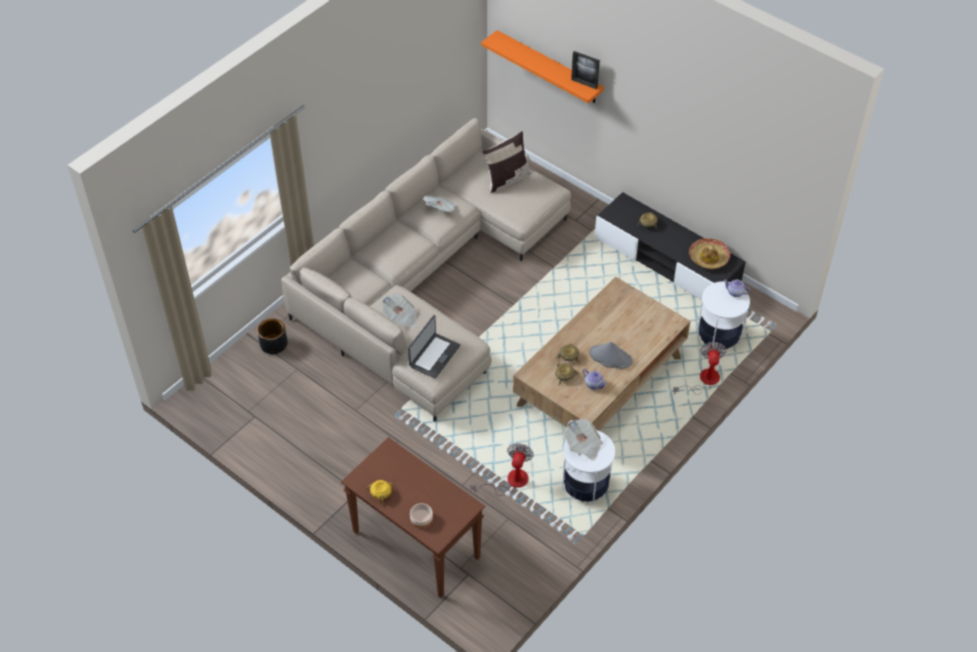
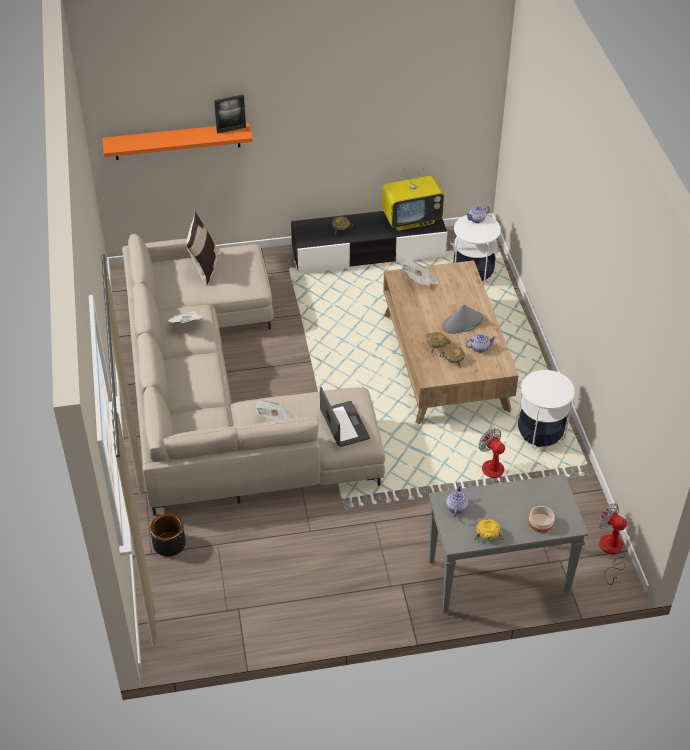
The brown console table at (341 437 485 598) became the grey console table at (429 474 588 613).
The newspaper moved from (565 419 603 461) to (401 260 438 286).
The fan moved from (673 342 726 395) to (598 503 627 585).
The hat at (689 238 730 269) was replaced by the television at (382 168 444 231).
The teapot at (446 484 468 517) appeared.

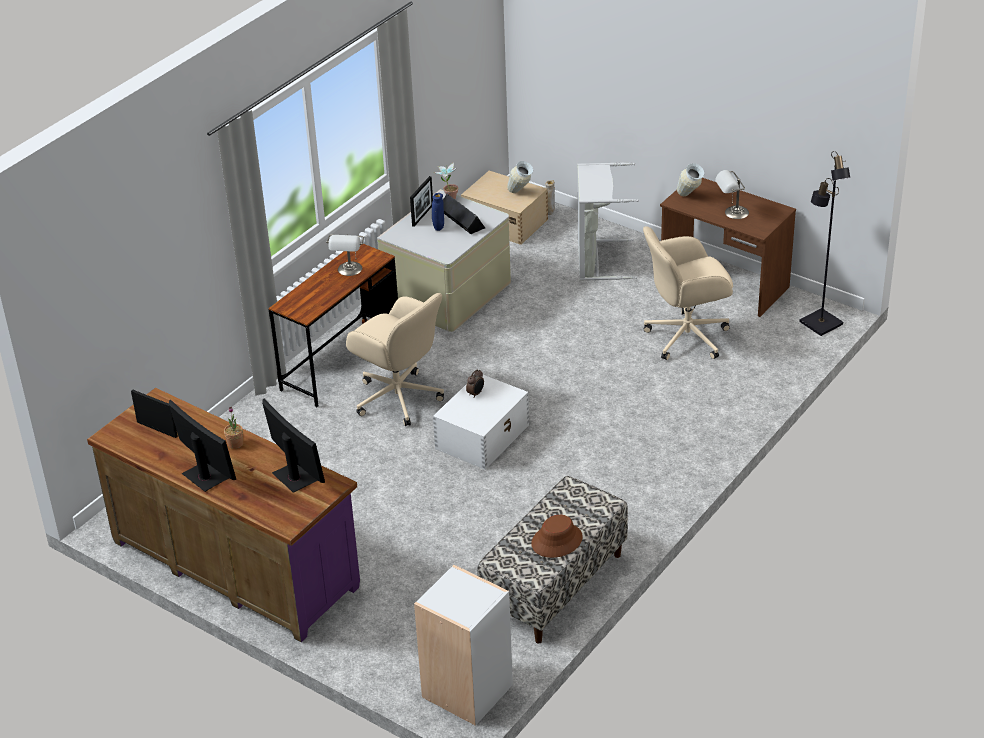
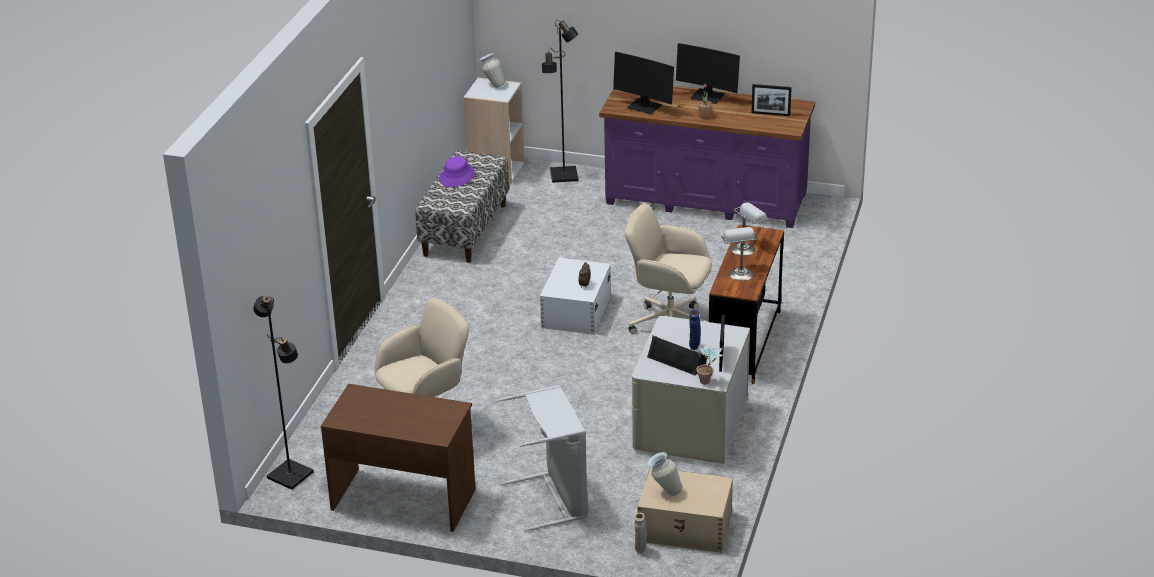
The brown hat at (531 515 583 558) became the purple hat at (439 156 475 187).
The vase moved from (677 163 704 196) to (479 53 505 88).
The white table lamp moved from (715 170 749 219) to (731 202 768 256).
The black floor lamp at (542 20 579 183) appeared.

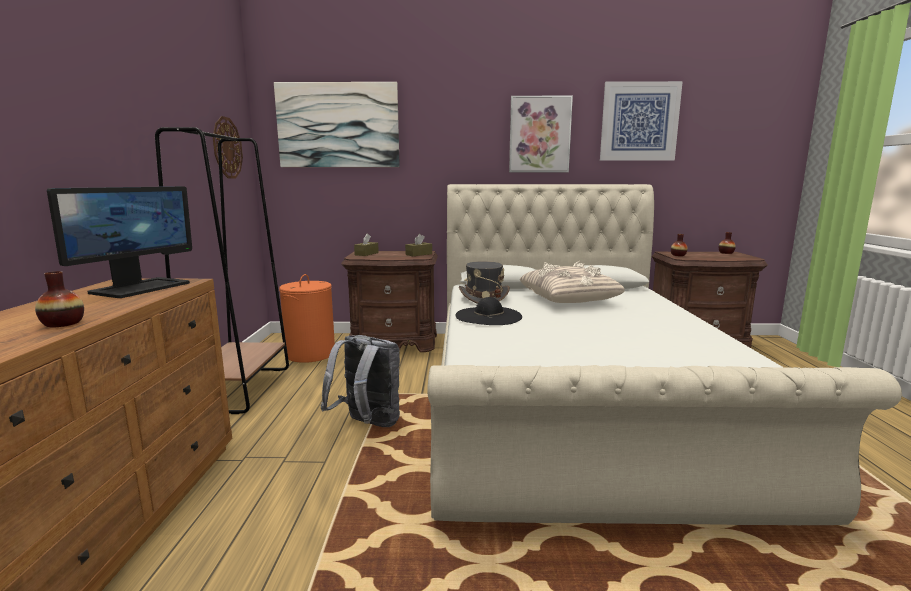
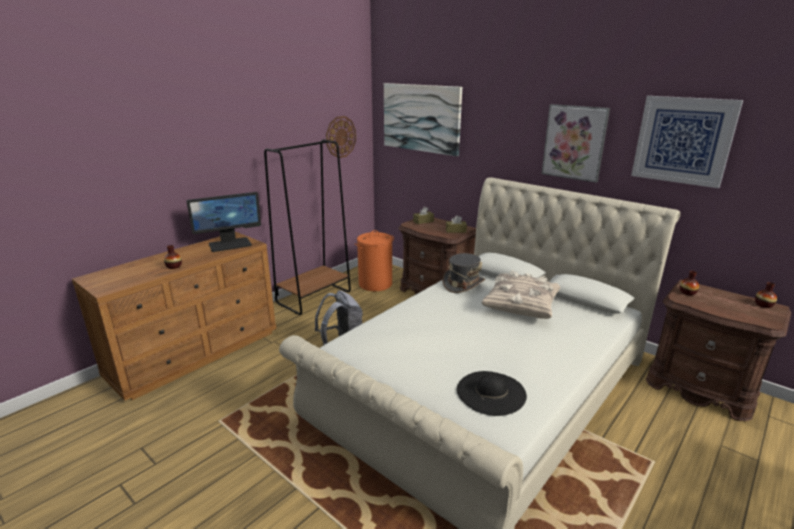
The black hat moved from (456 297 522 325) to (457 371 527 416).

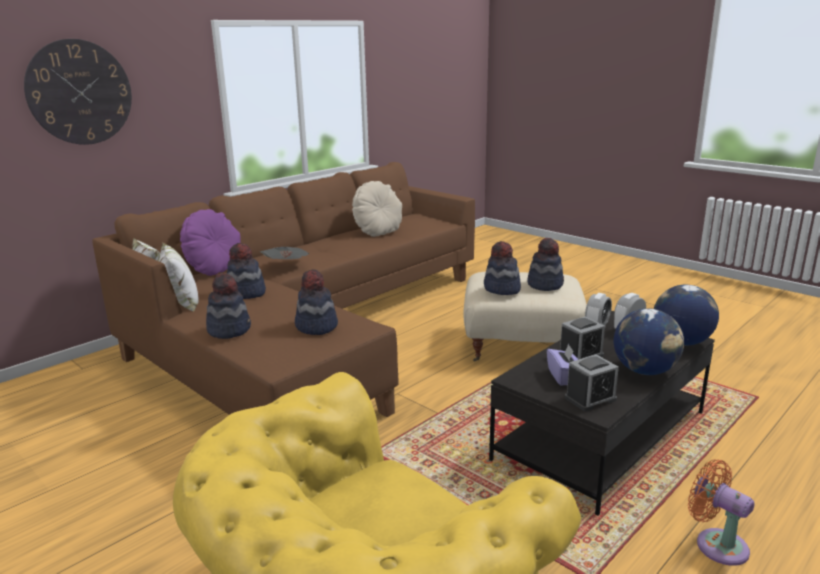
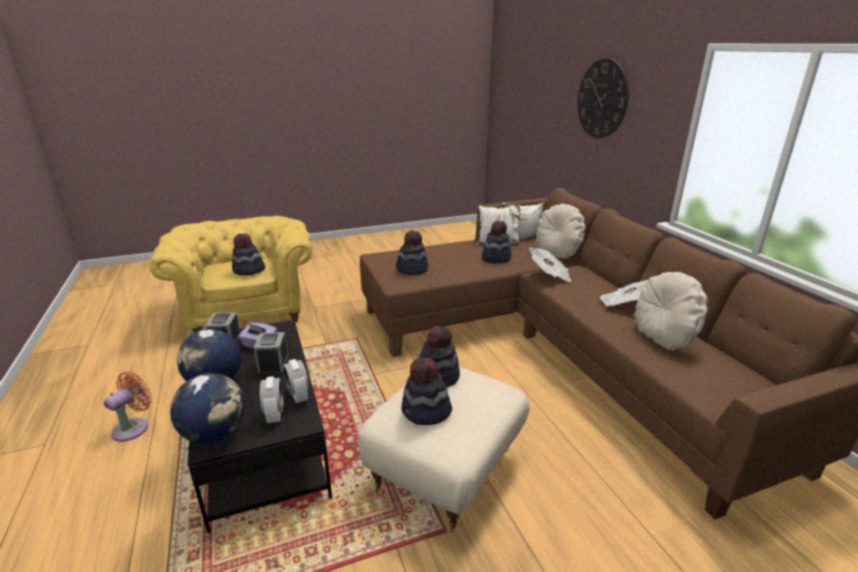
The purple pillow at (180 209 241 276) became the beige pillow at (536 204 585 259).
The hat moved from (206 273 251 339) to (232 233 265 276).
The orange fan at (688 459 755 566) turned 45 degrees counterclockwise.
The newspaper at (600 280 648 307) appeared.

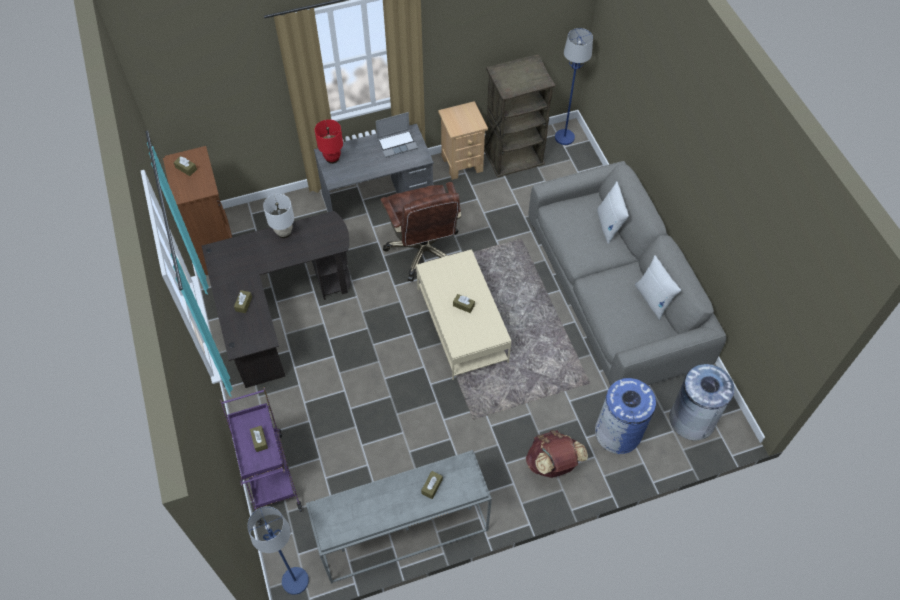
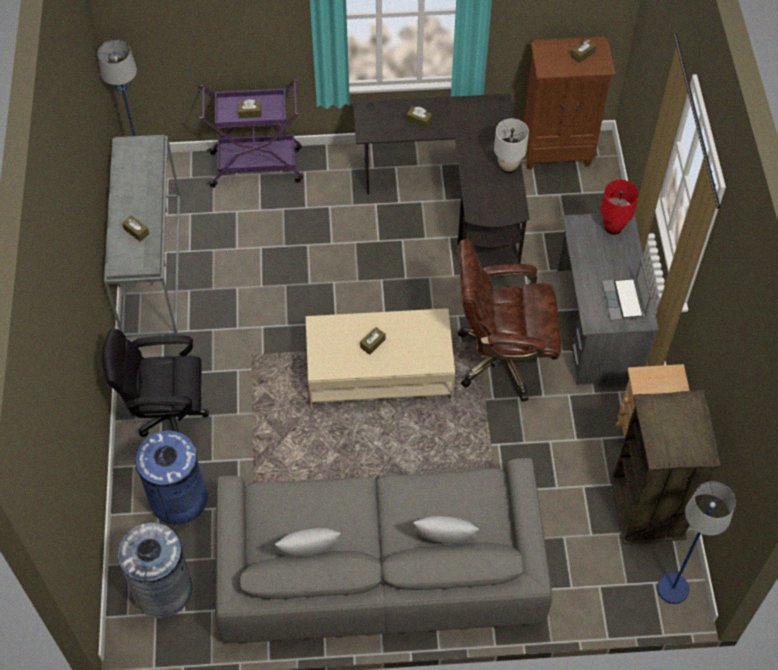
The brown backpack at (526 430 588 478) was replaced by the black office chair at (102 328 209 437).

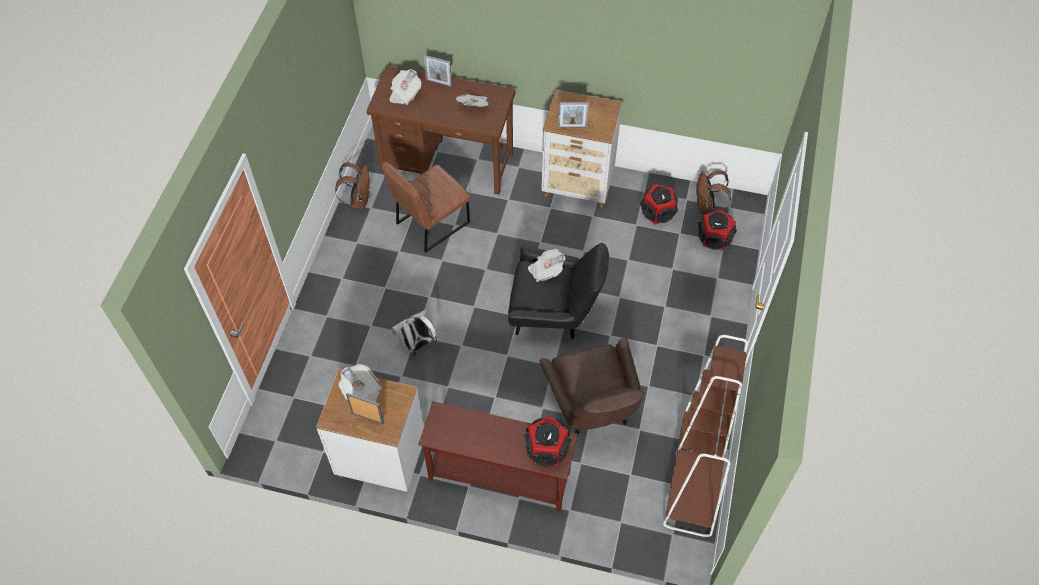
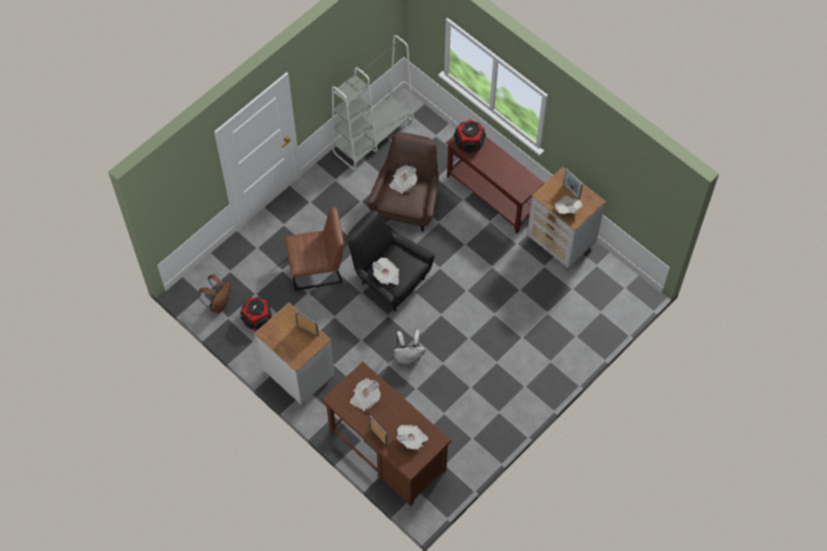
The brown backpack at (335 162 370 209) disappeared.
The brown chair moved from (381 162 470 253) to (285 207 344 291).
The white backpack moved from (392 309 437 357) to (394 330 425 364).
The brown clothes rack at (663 335 748 537) became the grey clothes rack at (332 35 414 170).
The speaker at (698 209 737 251) disappeared.
The newspaper at (390 165 417 194) appeared.

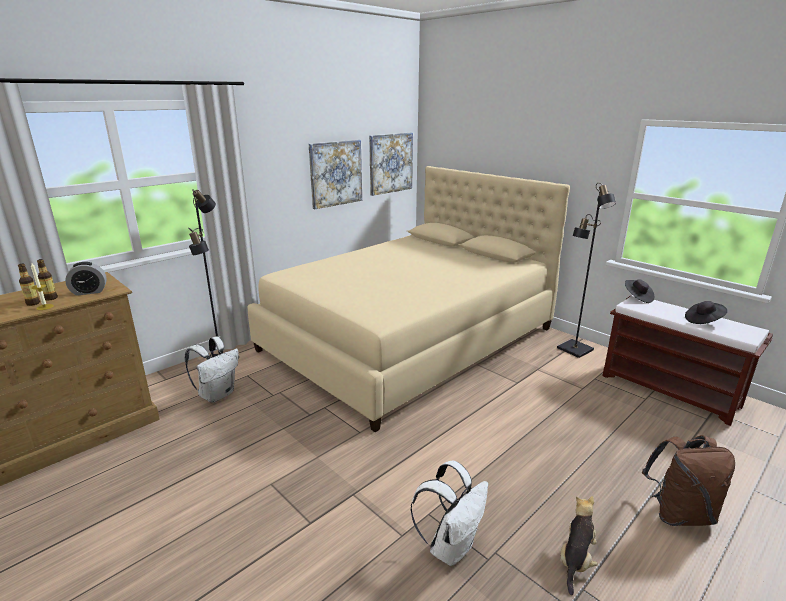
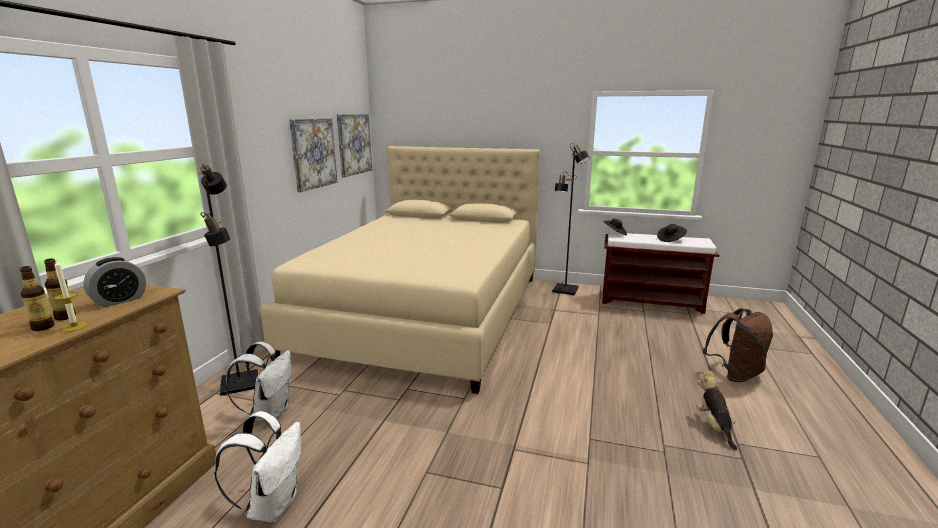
The white backpack moved from (411 460 488 566) to (214 411 301 522).

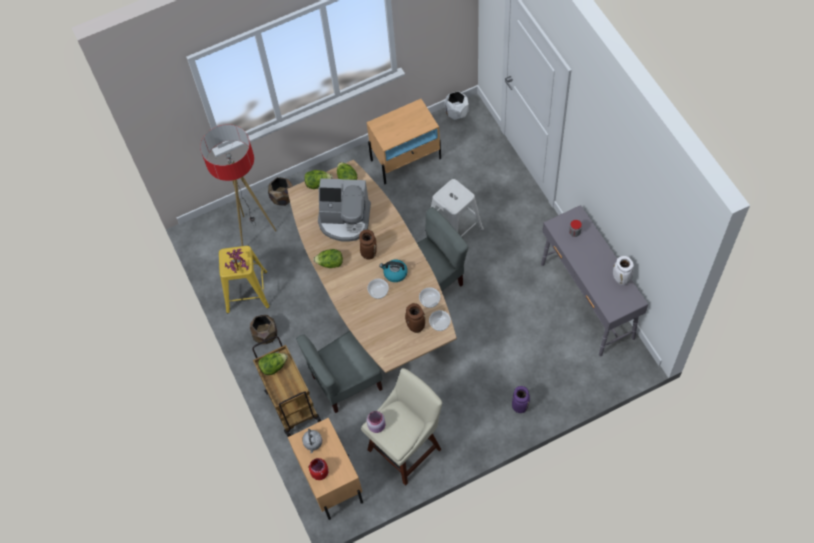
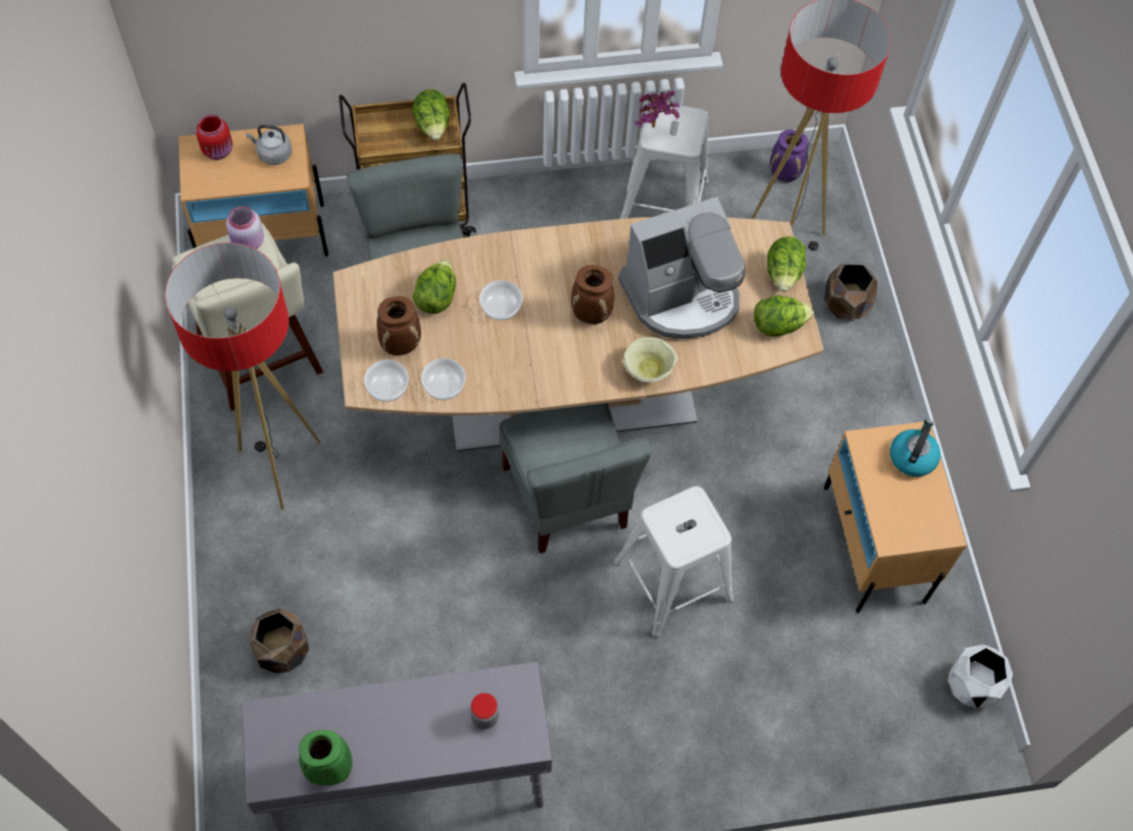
The yellow stool at (219 246 270 313) became the white stool at (620 102 709 219).
The brown planter moved from (250 315 277 344) to (248 609 309 673).
The lettuce moved from (313 249 343 268) to (413 259 456 314).
The coffee machine at (318 178 371 242) turned 135 degrees counterclockwise.
The kettle moved from (379 260 408 282) to (890 419 941 477).
The purple vase moved from (512 386 530 413) to (770 129 808 182).
The white vase at (613 256 634 285) became the green vase at (299 730 352 786).
The floor lamp at (165 243 321 509) appeared.
The beige bowl at (623 337 678 383) appeared.

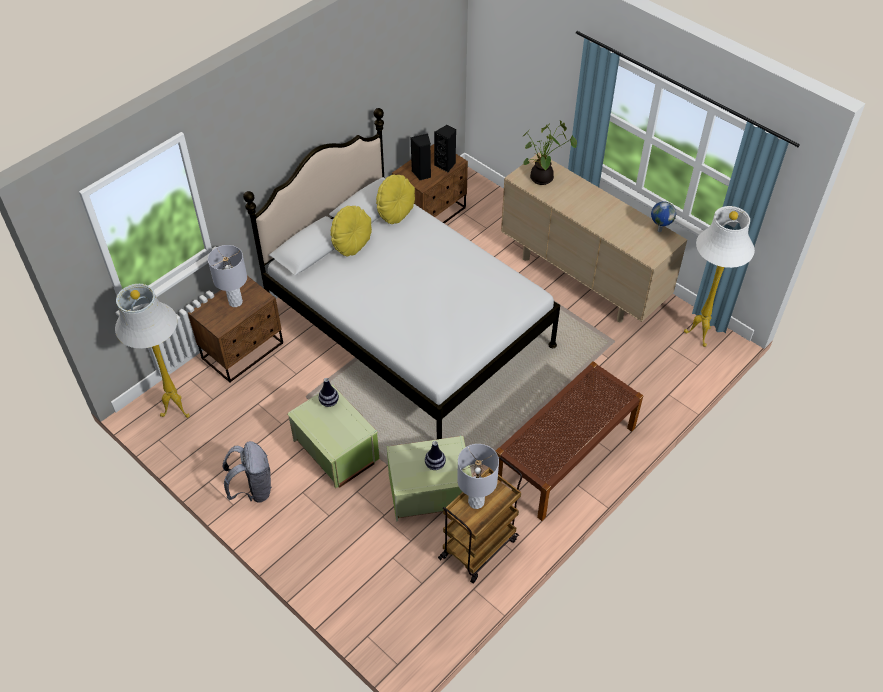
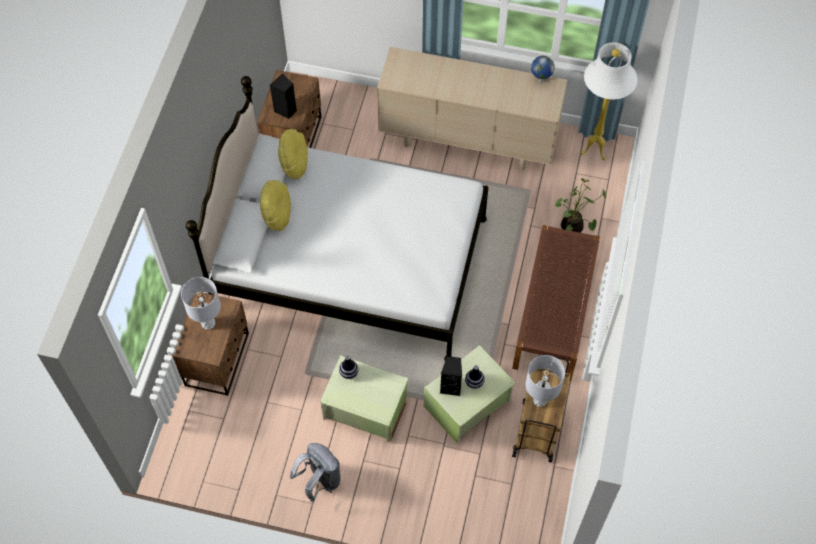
The white floor lamp at (115 284 190 418) disappeared.
The black speaker moved from (434 125 456 172) to (440 356 462 396).
The potted plant moved from (523 120 577 185) to (555 178 606 233).

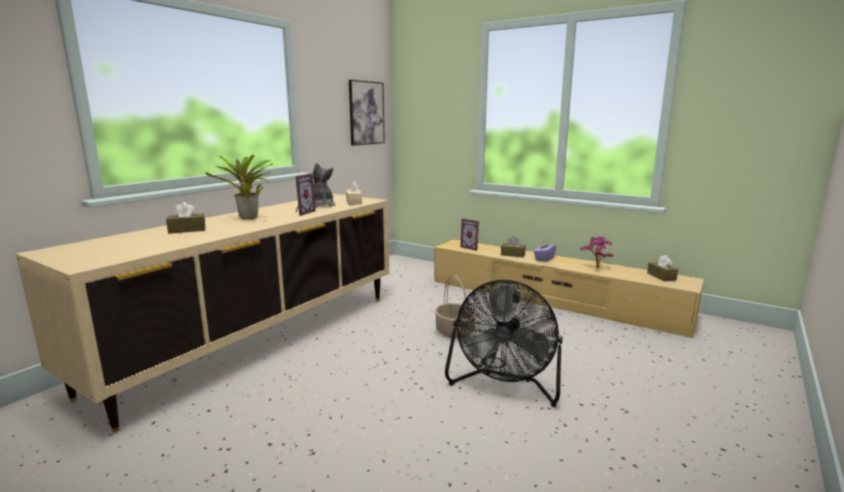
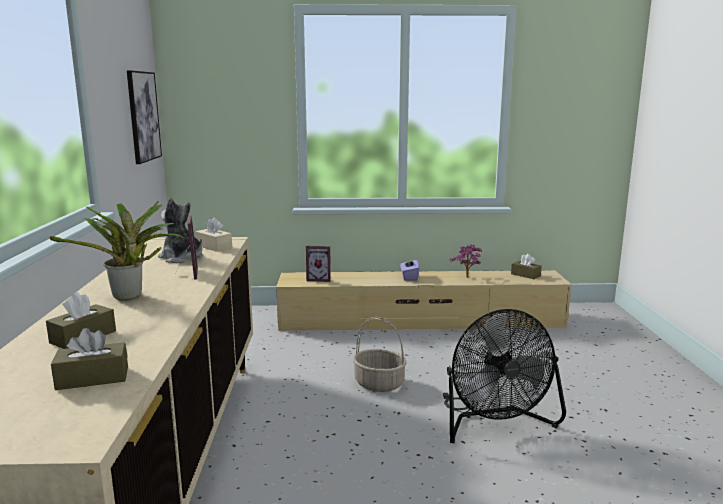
The brown tissue box moved from (501 236 526 257) to (51 328 128 390).

